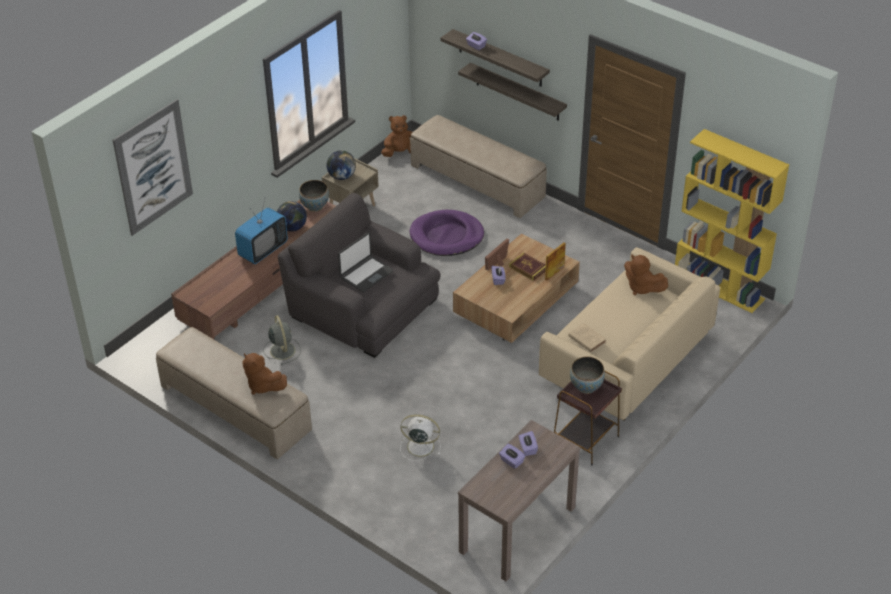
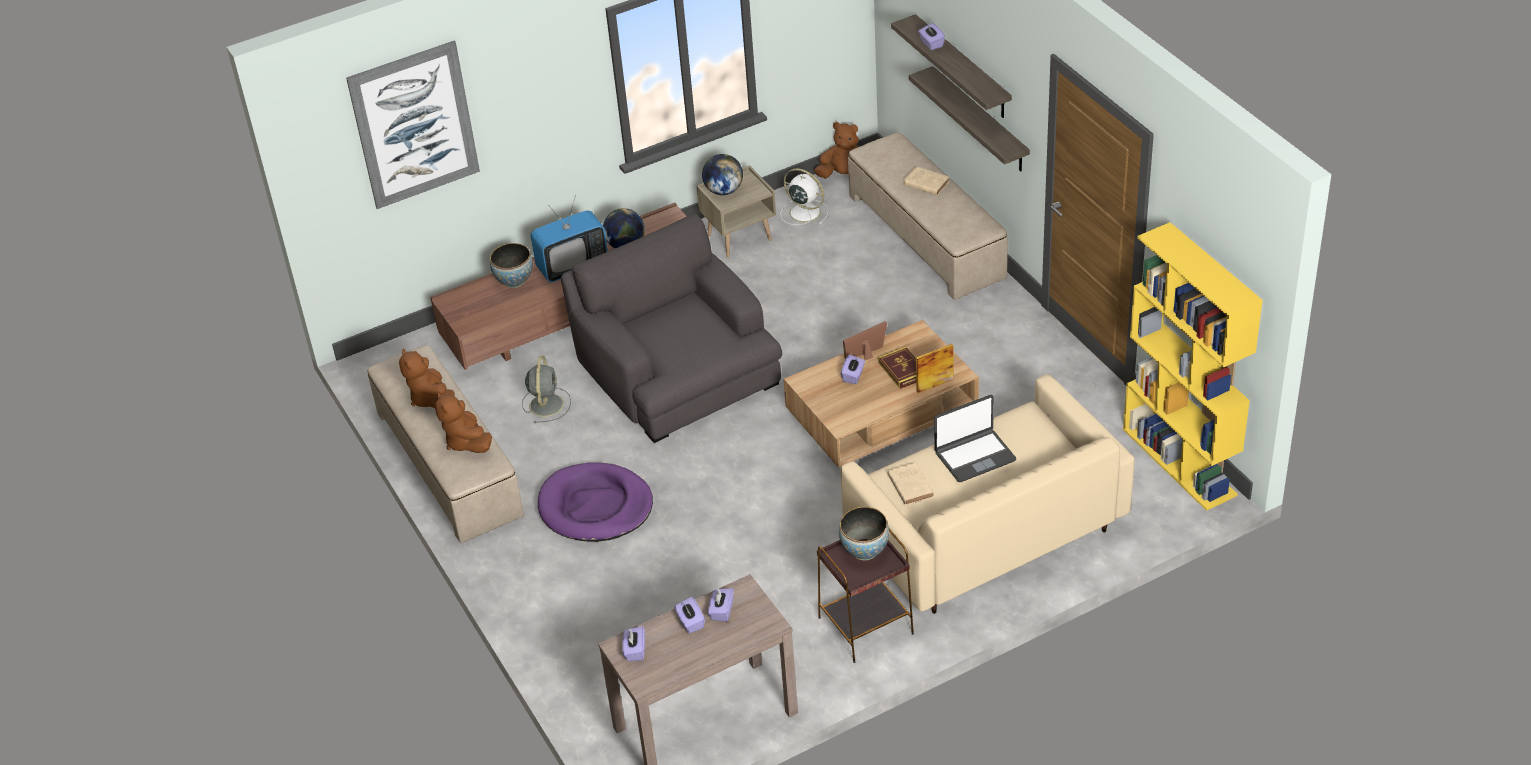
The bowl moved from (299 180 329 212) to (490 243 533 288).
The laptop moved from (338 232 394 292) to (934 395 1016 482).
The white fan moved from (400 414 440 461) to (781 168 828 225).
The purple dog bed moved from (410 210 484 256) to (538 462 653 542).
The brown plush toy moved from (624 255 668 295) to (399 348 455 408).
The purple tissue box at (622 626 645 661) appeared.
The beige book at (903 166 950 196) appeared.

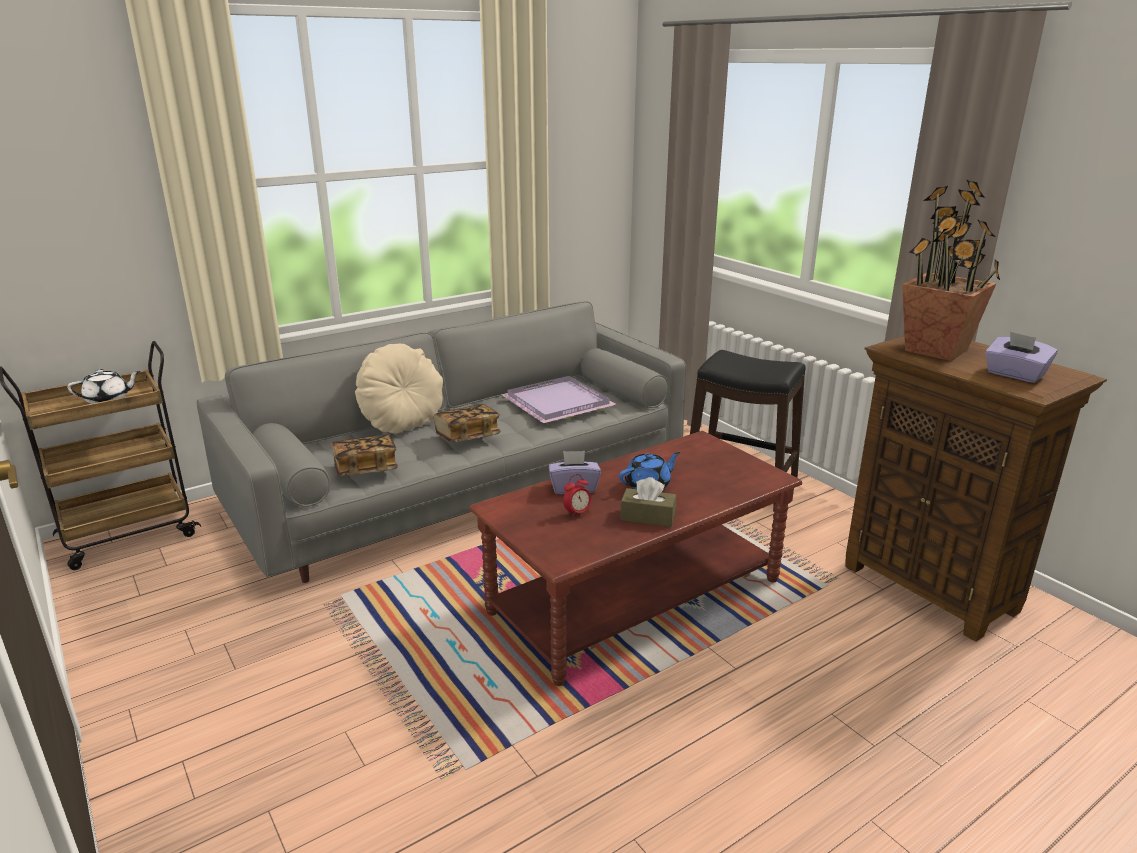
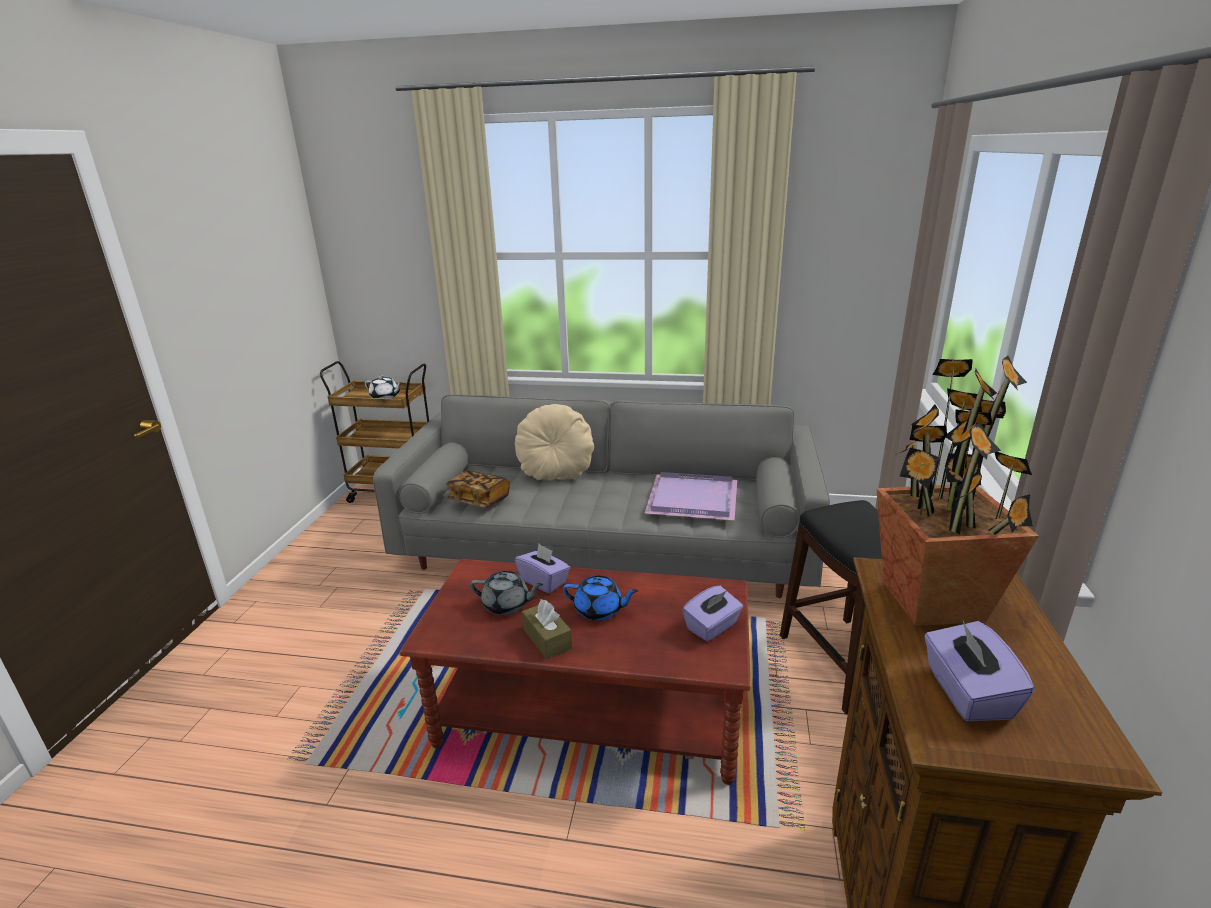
The book at (434 404 500 442) disappeared.
The alarm clock at (563 474 591 517) was replaced by the grey teapot at (470 571 543 615).
The purple tissue box at (682 585 743 642) appeared.

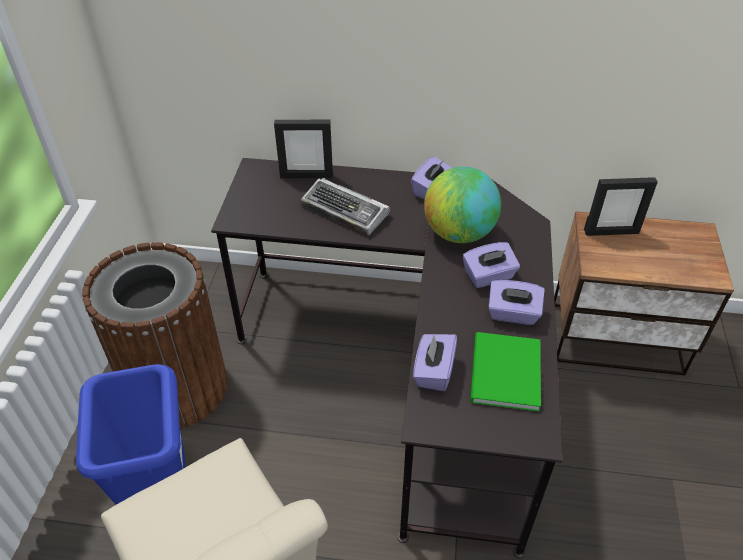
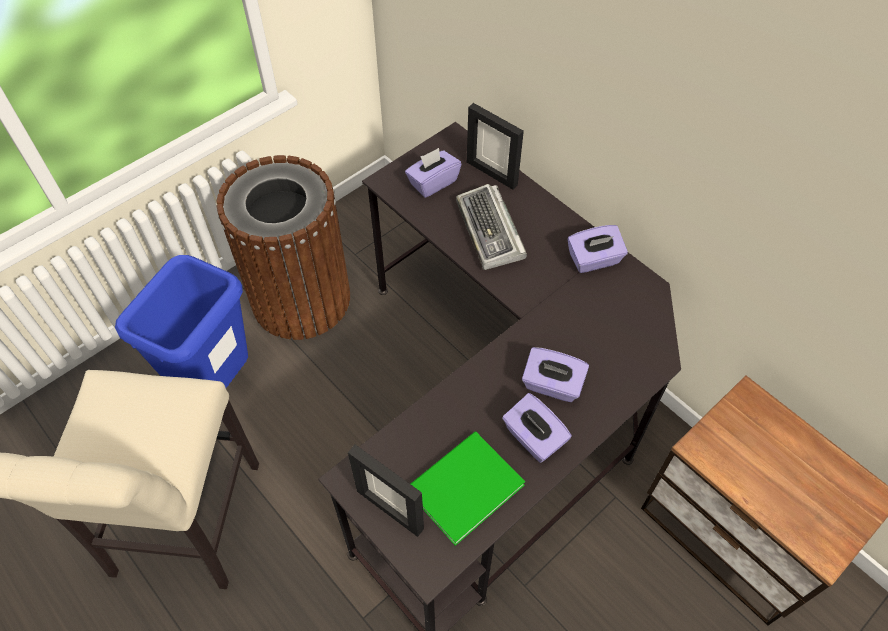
The purple tissue box moved from (413 334 457 391) to (405 148 461 198).
The globe at (424 166 501 243) disappeared.
The picture frame moved from (584 177 658 236) to (348 445 424 537).

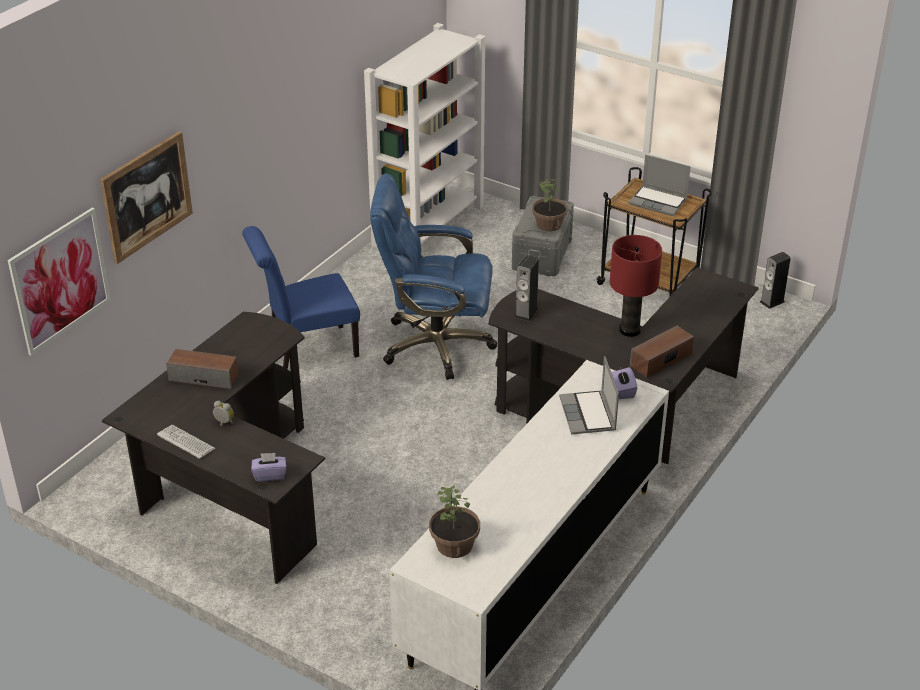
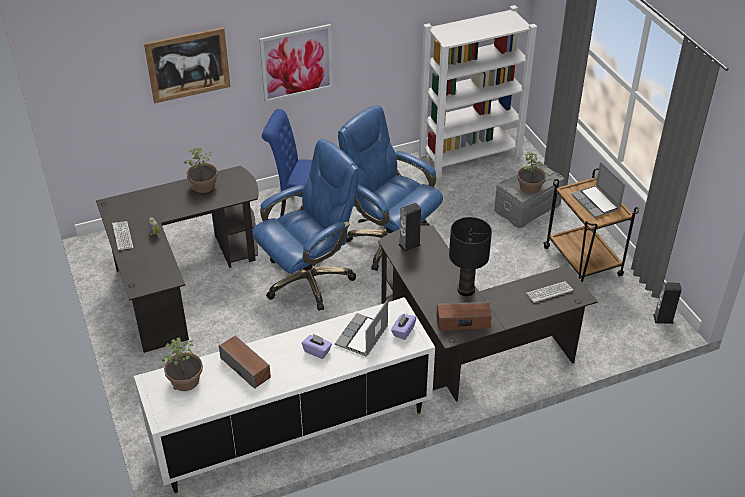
The picture moved from (7 208 111 355) to (259 24 333 103).
The speaker moved from (166 349 238 389) to (219 335 271 389).
The purple tissue box moved from (251 453 286 482) to (302 334 332 359).
The red table lamp at (610 235 662 337) became the black table lamp at (449 217 492 296).
The potted plant at (184 148 218 193) appeared.
The blue office chair at (252 139 360 311) appeared.
The keyboard at (526 281 573 303) appeared.

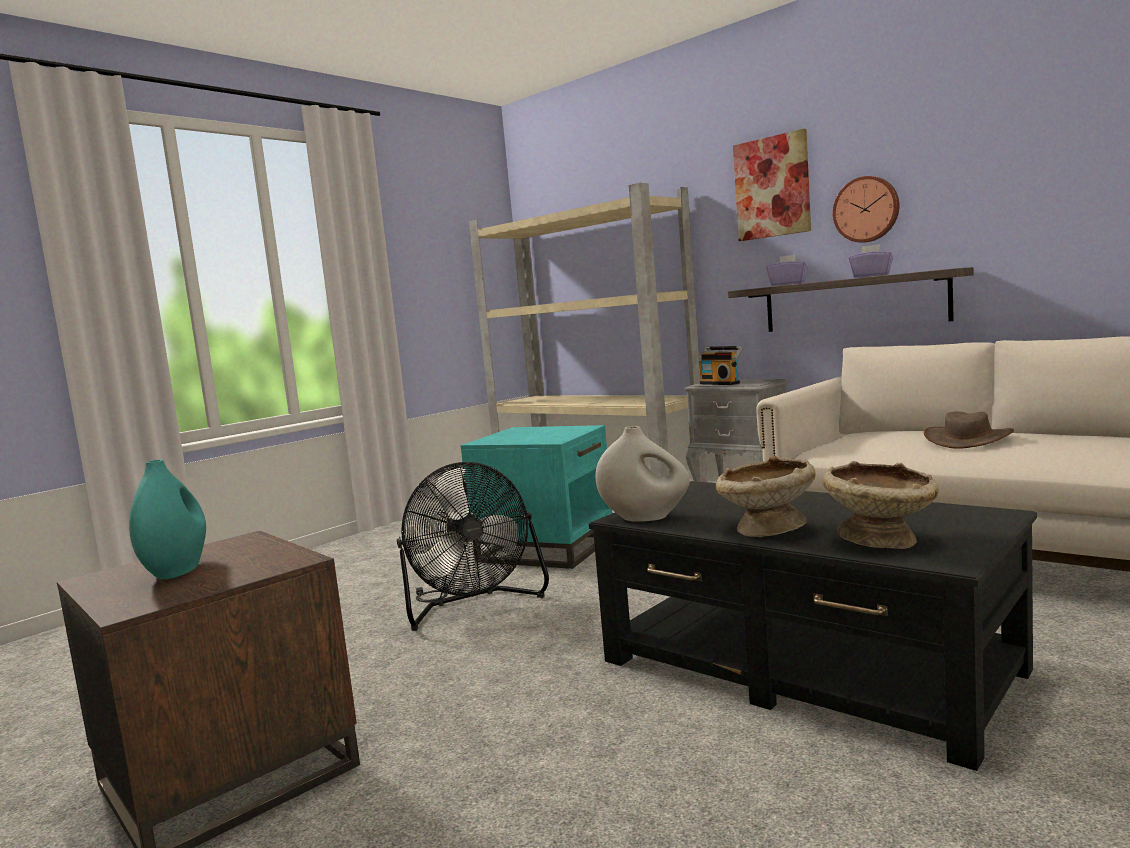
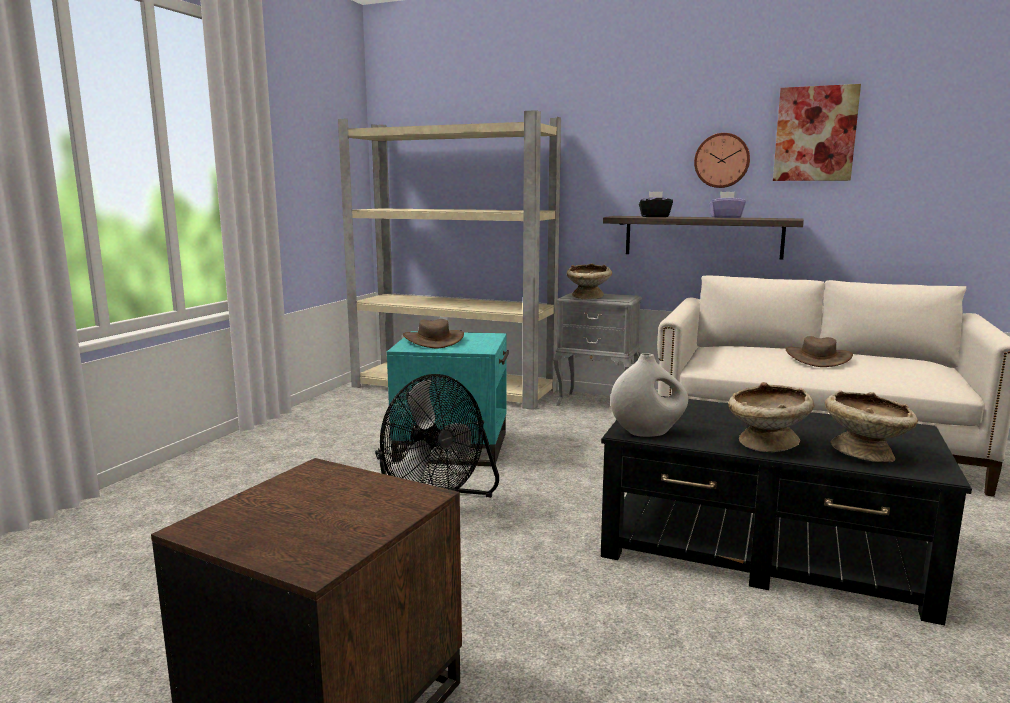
The turquoise vase at (129 459 206 579) disappeared.
The radio at (699 346 743 385) was replaced by the beige bowl at (567 263 612 299).
The picture moved from (733 129 811 241) to (773 84 861 181).
The purple tissue box at (766 254 808 286) became the black tissue box at (639 191 673 217).
The brown hat at (403 319 464 348) appeared.

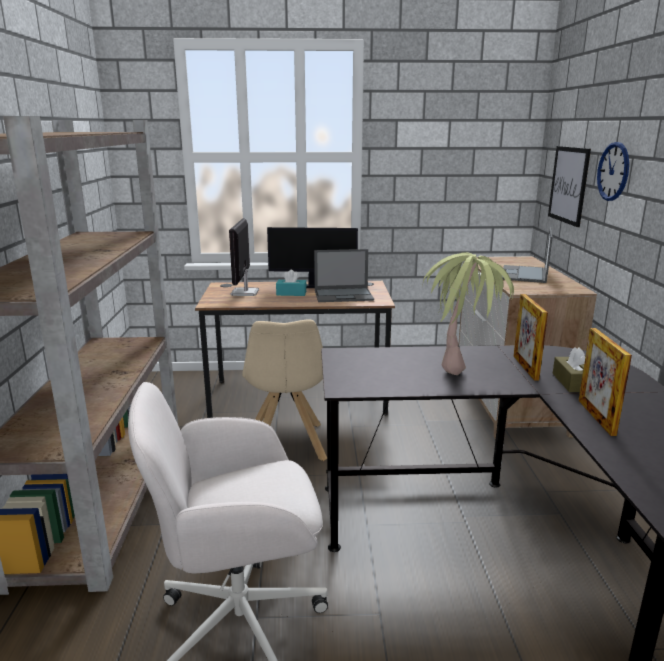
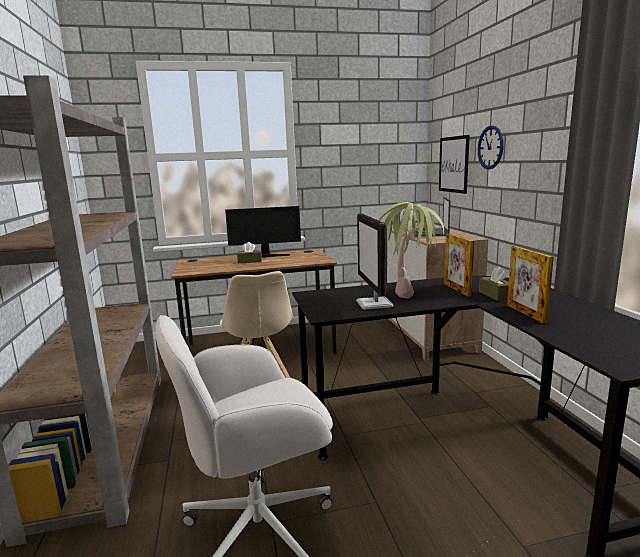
The monitor moved from (229 218 259 296) to (356 213 393 310).
The turquoise tissue box at (276 270 307 296) became the brown tissue box at (237 242 262 264).
The laptop at (314 249 374 302) disappeared.

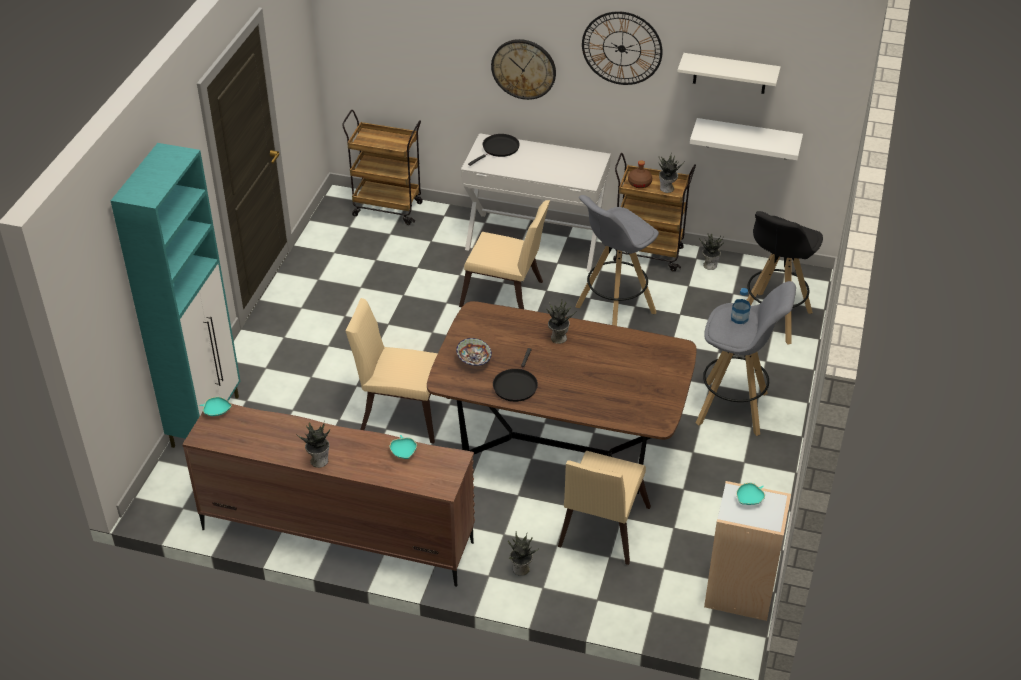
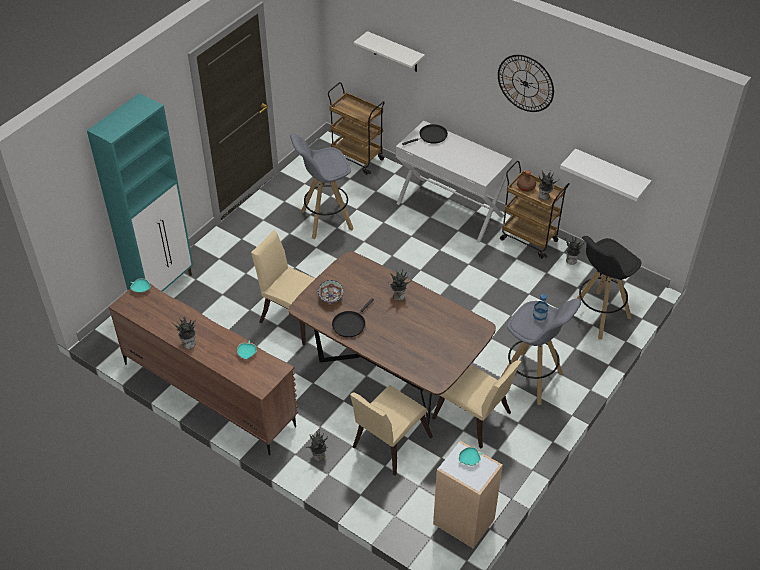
The beige chair moved from (459 200 550 309) to (432 360 522 449).
The wall clock at (491 39 556 100) disappeared.
The grey stool moved from (575 195 659 326) to (290 133 354 239).
The white shelf moved from (677 53 781 94) to (354 31 425 72).

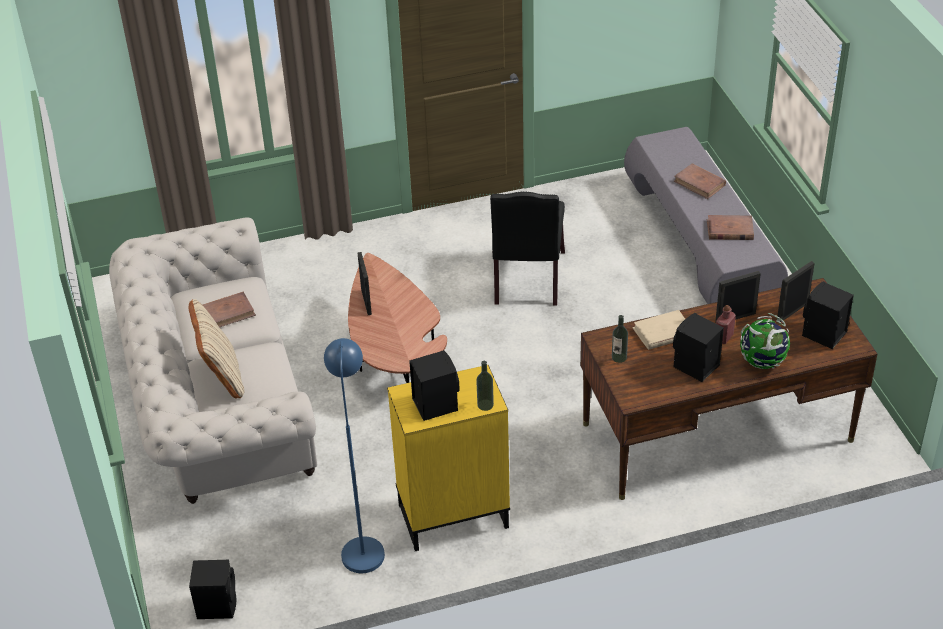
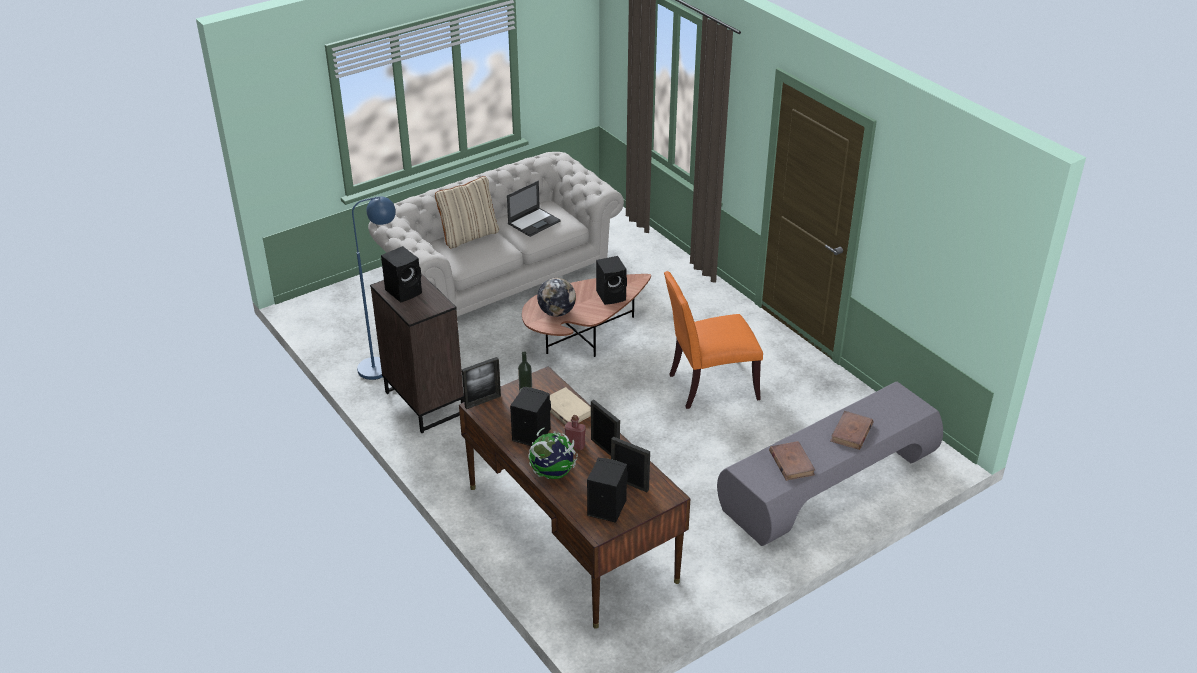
The black speaker moved from (189 559 236 619) to (596 256 627 305).
The brown book at (203 292 256 327) was replaced by the laptop at (507 181 561 237).
The picture frame moved from (357 252 372 315) to (462 357 501 409).
The yellow dresser at (387 365 510 551) became the brown dresser at (370 273 464 433).
The bottle at (476 361 494 411) disappeared.
The black chair at (490 192 565 306) became the orange chair at (664 271 763 409).
The globe at (537 278 576 317) appeared.

